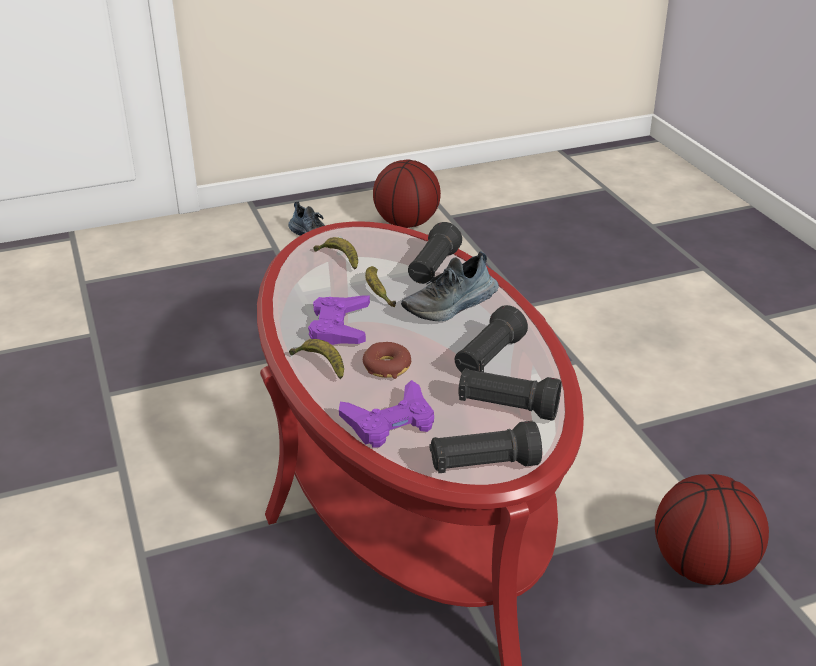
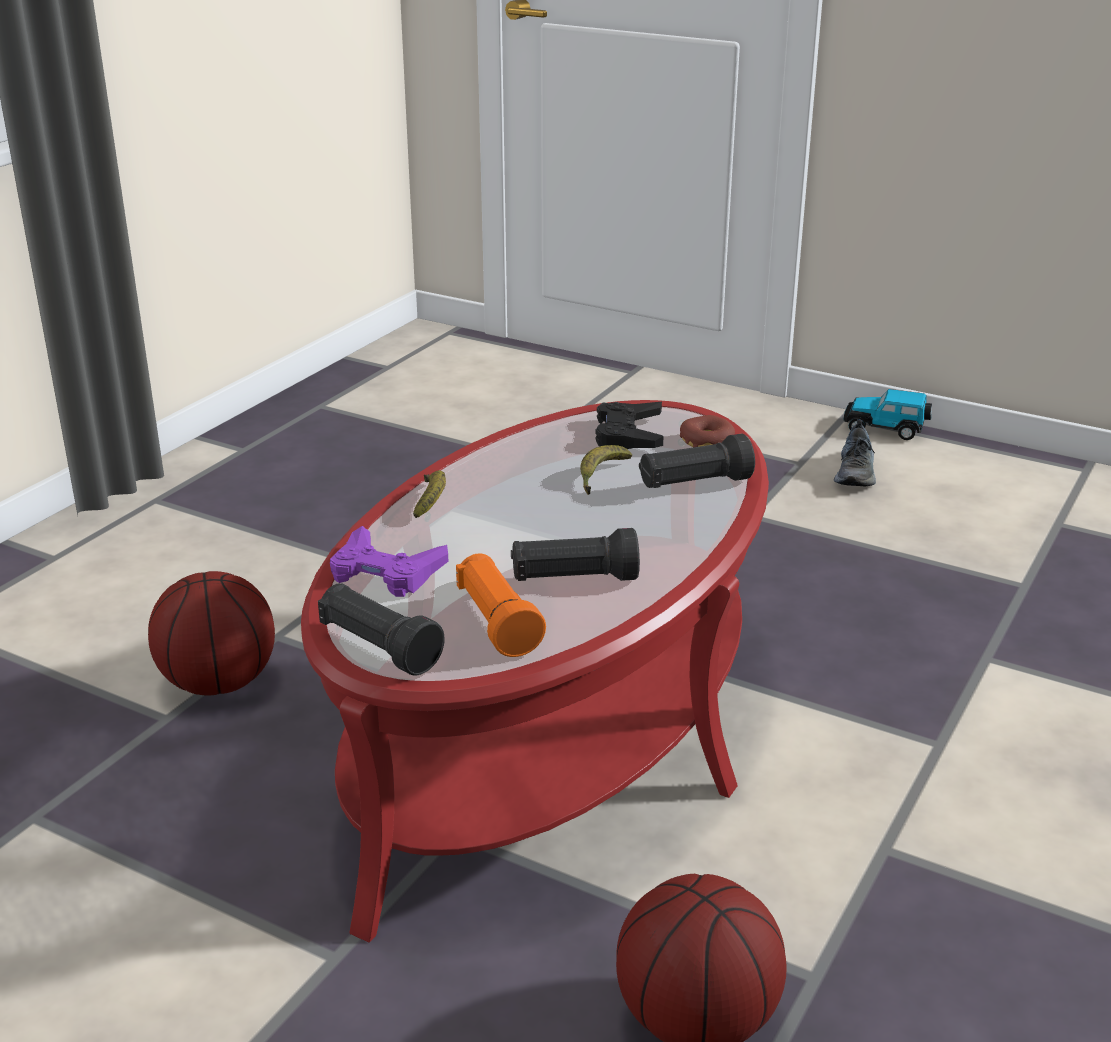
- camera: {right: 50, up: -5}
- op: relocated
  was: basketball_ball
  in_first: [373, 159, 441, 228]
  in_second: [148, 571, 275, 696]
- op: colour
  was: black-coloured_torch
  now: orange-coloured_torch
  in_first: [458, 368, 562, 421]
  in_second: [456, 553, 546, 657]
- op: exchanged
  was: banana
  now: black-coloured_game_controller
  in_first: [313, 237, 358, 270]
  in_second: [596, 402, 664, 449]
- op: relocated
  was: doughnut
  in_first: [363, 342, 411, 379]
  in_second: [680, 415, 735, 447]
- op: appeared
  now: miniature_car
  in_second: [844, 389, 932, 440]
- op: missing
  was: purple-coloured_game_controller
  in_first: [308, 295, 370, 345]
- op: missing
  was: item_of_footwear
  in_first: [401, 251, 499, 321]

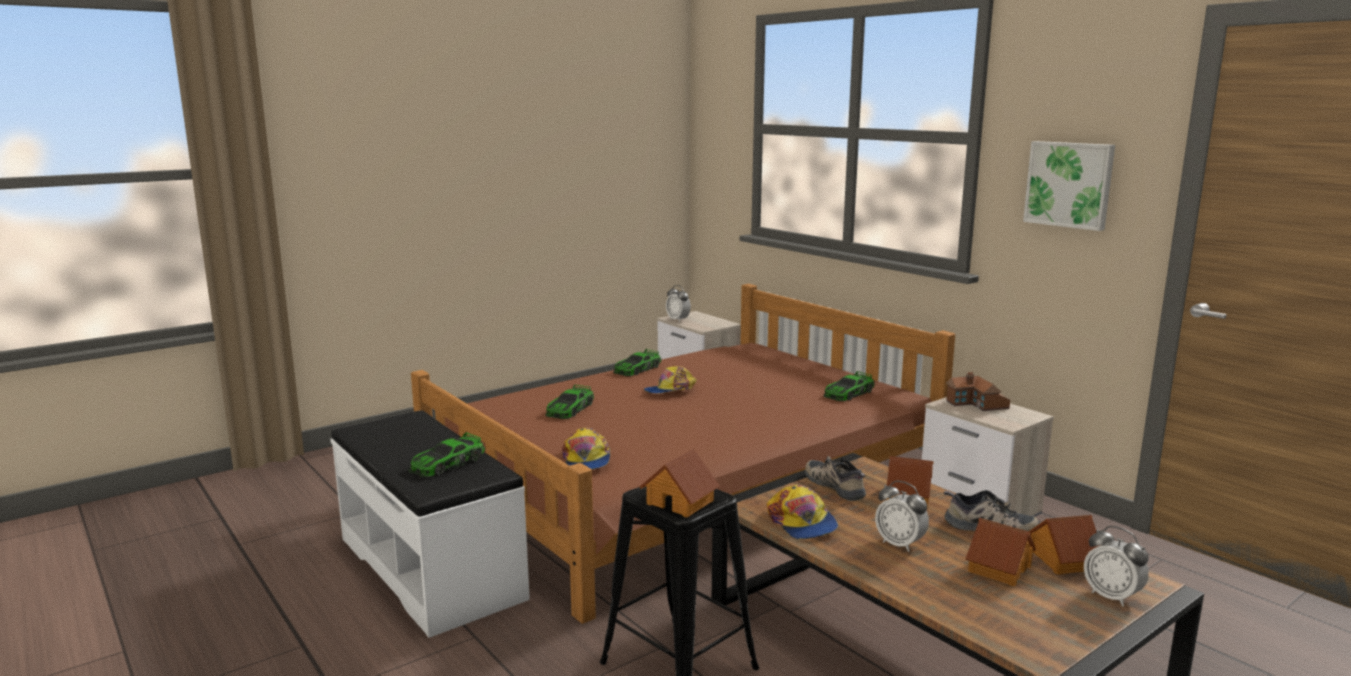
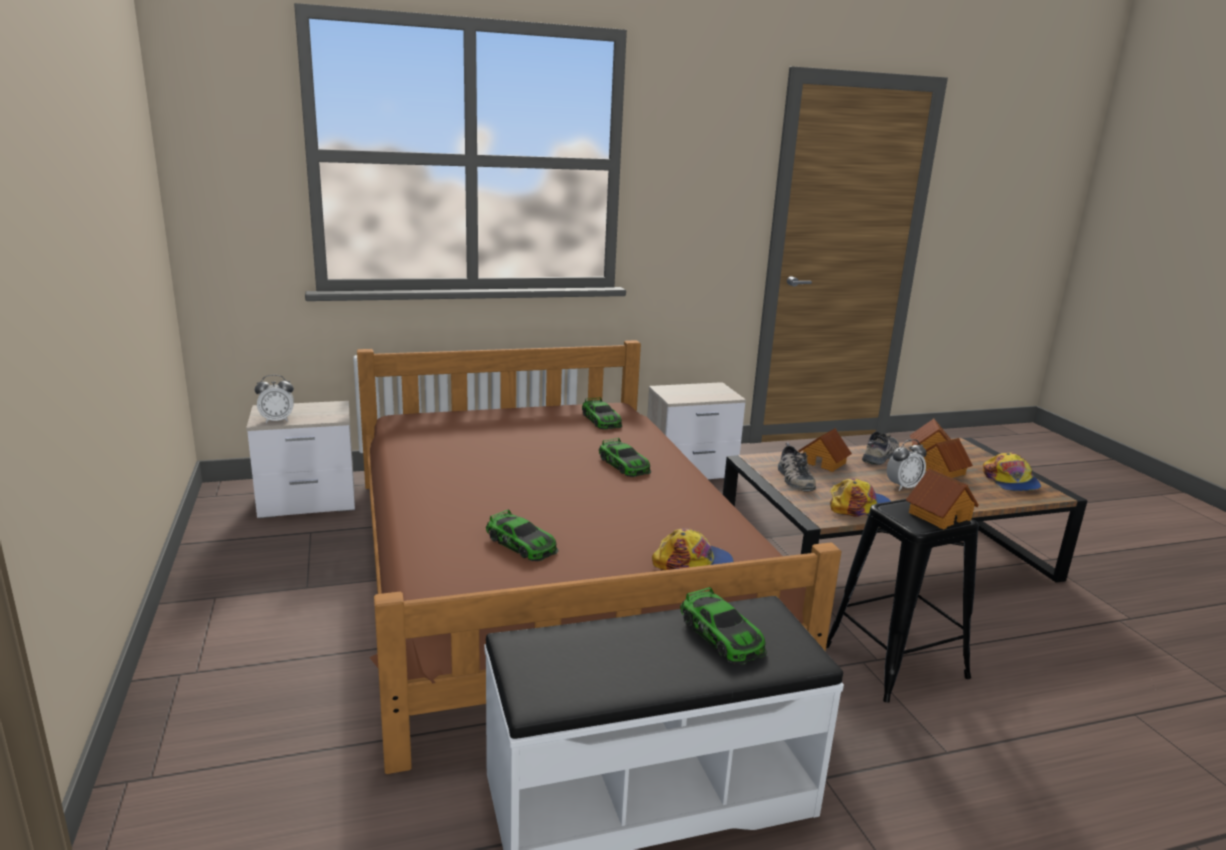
- camera: {right: -70, up: 5}
- op: relocated
  was: miniature_car
  in_first: [613, 349, 661, 376]
  in_second: [599, 438, 651, 477]
- op: spun
  was: item_of_footwear
  in_first: [805, 456, 866, 501]
  in_second: [778, 442, 816, 492]
  clockwise: -90
- op: relocated
  was: cap
  in_first: [644, 366, 697, 393]
  in_second: [983, 453, 1041, 491]
- op: missing
  was: model_house
  in_first: [946, 372, 1010, 411]
- op: missing
  was: picture
  in_first: [1023, 141, 1115, 231]
- op: missing
  was: table_clock
  in_first: [1084, 526, 1149, 607]

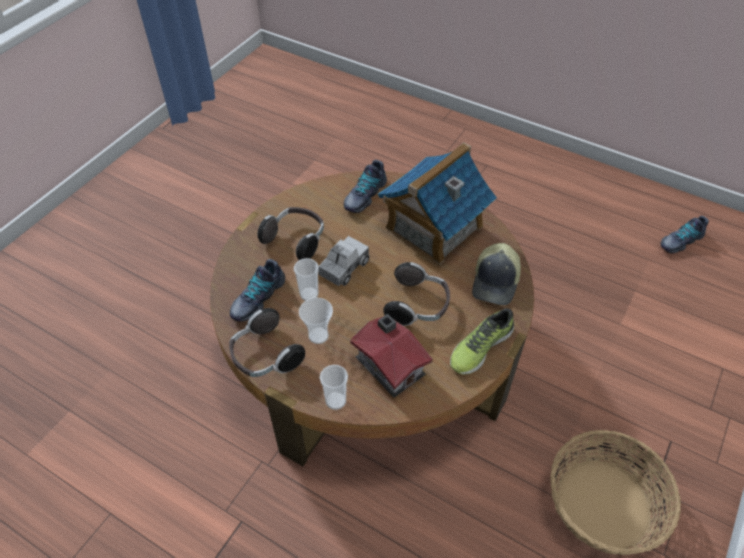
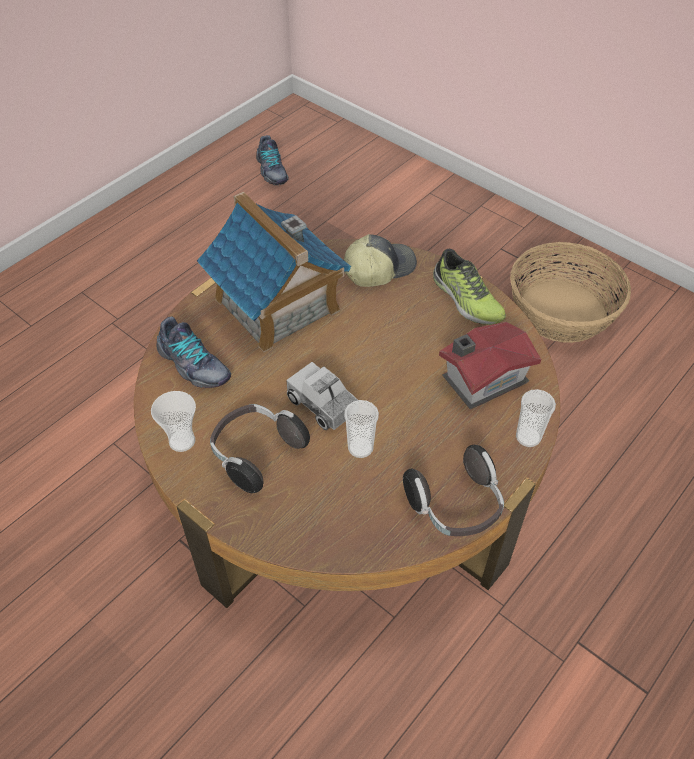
- camera: {right: -80, up: 0}
- op: relocated
  was: small_cup
  in_first: [299, 297, 333, 344]
  in_second: [151, 391, 196, 452]
- op: spun
  was: cap
  in_first: [472, 243, 521, 305]
  in_second: [344, 234, 417, 287]
  clockwise: -60
- op: missing
  was: item_of_footwear
  in_first: [230, 259, 285, 322]
- op: missing
  was: headset
  in_first: [383, 262, 450, 326]

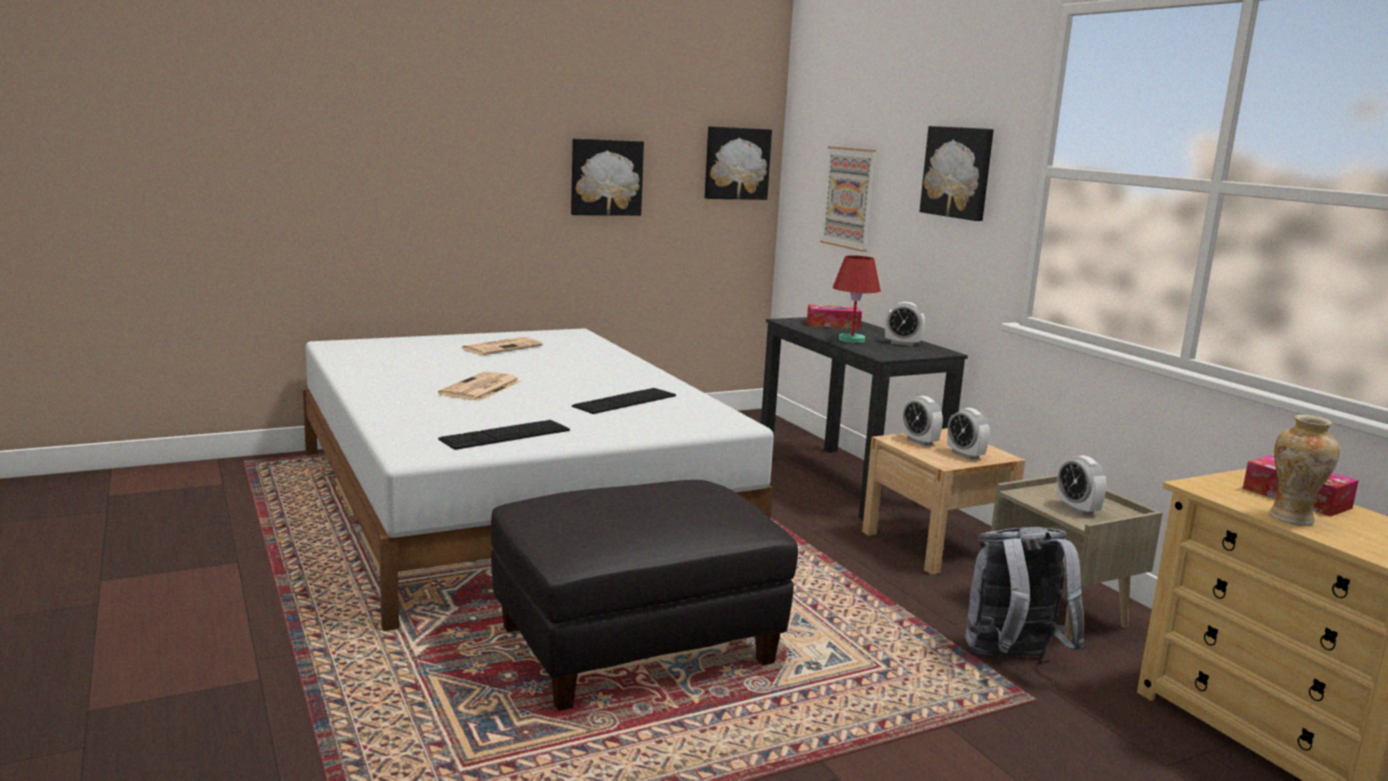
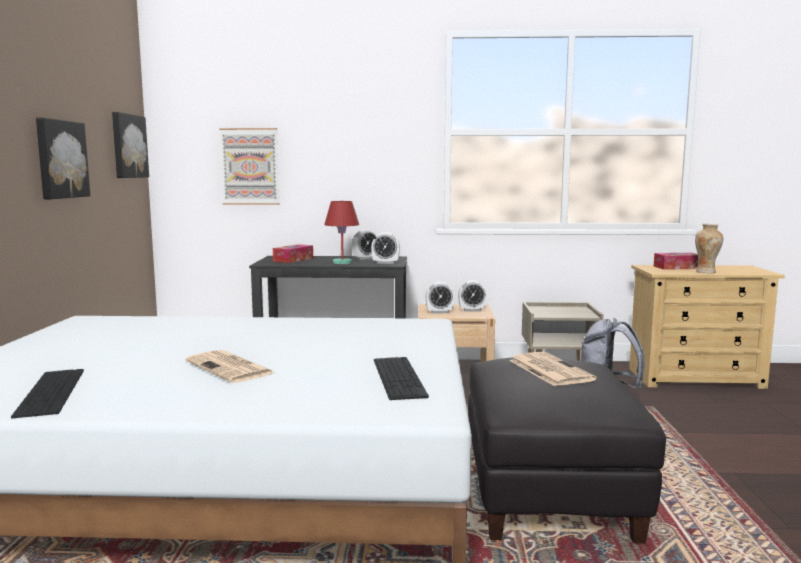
- camera: {right: -60, up: -5}
- op: relocated
  was: PC_keyboard
  in_first: [572, 388, 676, 414]
  in_second: [11, 369, 84, 418]
- op: relocated
  was: table_clock
  in_first: [1057, 455, 1107, 515]
  in_second: [371, 232, 400, 264]
- op: relocated
  was: printed_paper
  in_first: [462, 337, 543, 355]
  in_second: [509, 352, 597, 386]
- op: missing
  was: picture
  in_first: [920, 126, 994, 221]

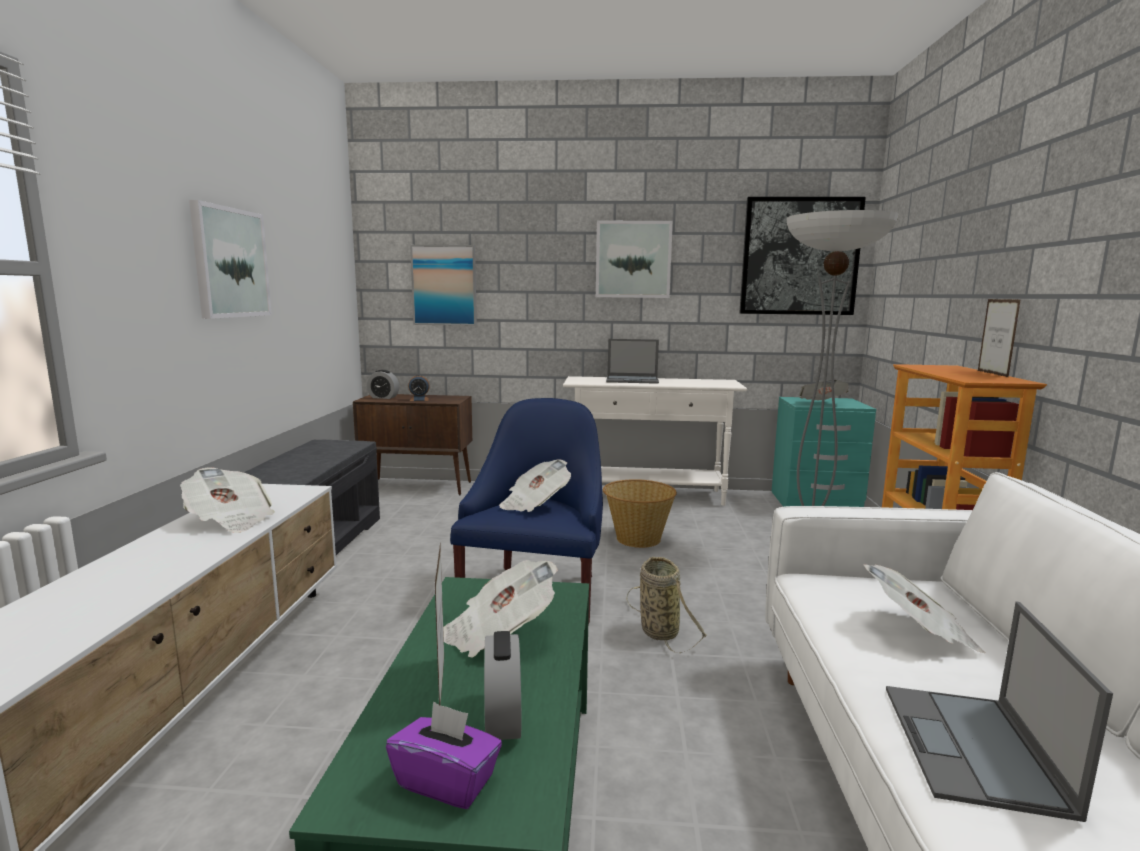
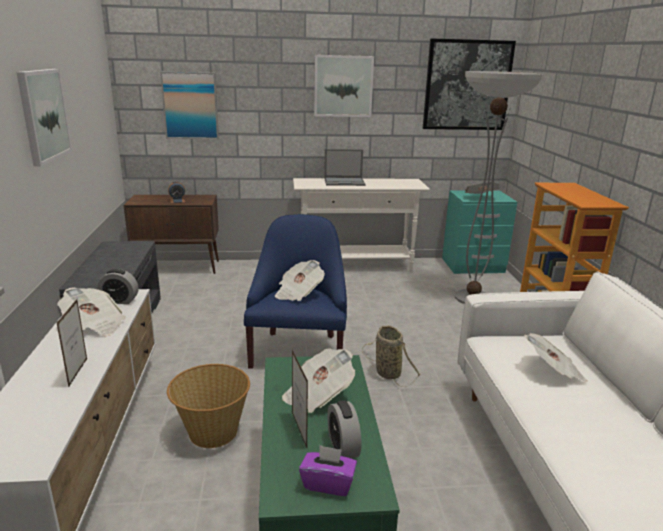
- camera: {right: -10, up: 10}
- op: relocated
  was: picture_frame
  in_first: [977, 299, 1021, 377]
  in_second: [57, 299, 87, 387]
- op: relocated
  was: table_clock
  in_first: [367, 370, 399, 399]
  in_second: [97, 269, 138, 304]
- op: relocated
  was: household_basket
  in_first: [603, 479, 677, 548]
  in_second: [167, 364, 250, 448]
- op: missing
  was: portable_computer
  in_first: [886, 601, 1113, 822]

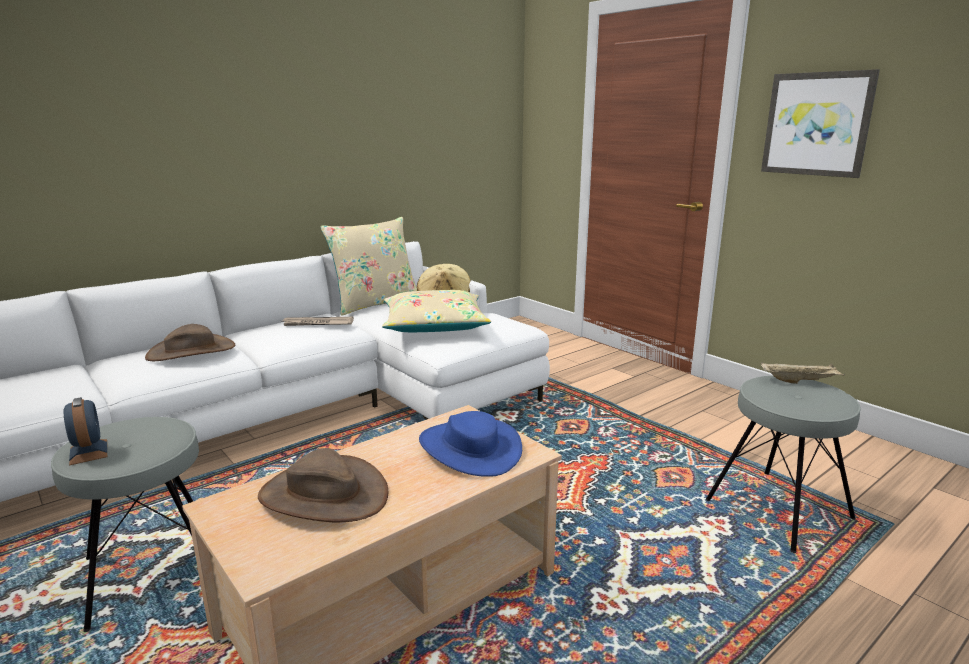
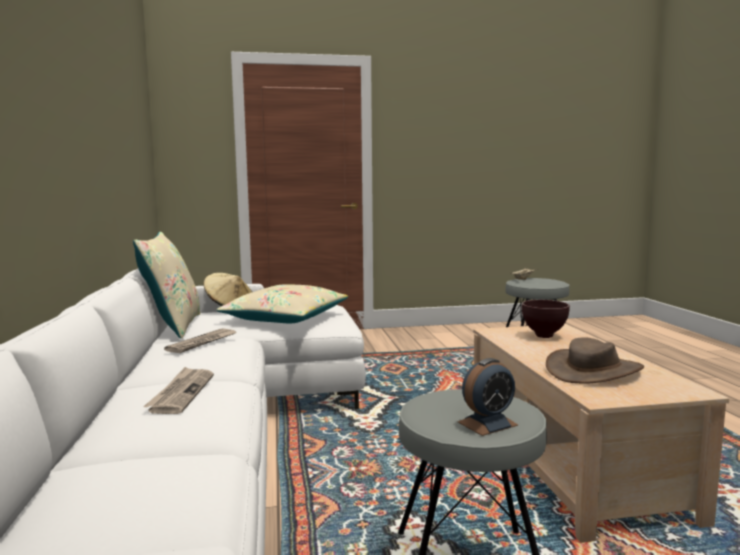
- camera: {right: -60, up: -10}
- op: exchanged
  was: brown_clothing_hat
  now: printed_paper
  in_first: [145, 324, 235, 361]
  in_second: [143, 367, 214, 414]
- op: spun
  was: table_clock
  in_first: [64, 397, 107, 465]
  in_second: [458, 358, 518, 436]
  clockwise: 150
- op: exchanged
  was: blue_clothing_hat
  now: brown_serving_bowl
  in_first: [419, 411, 522, 477]
  in_second: [522, 300, 570, 338]
- op: missing
  was: picture
  in_first: [761, 69, 880, 178]

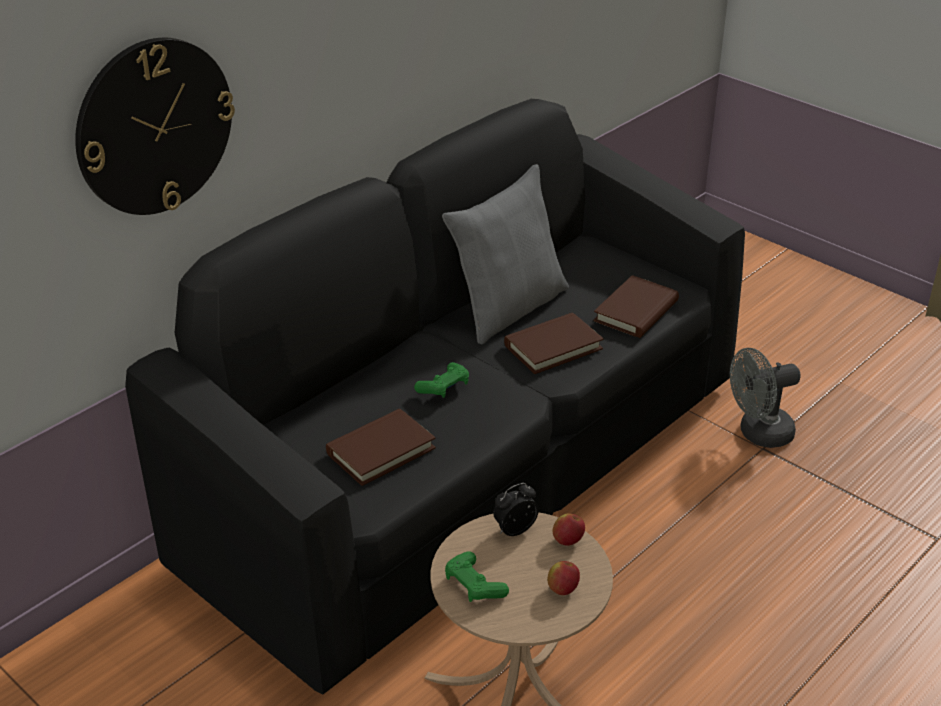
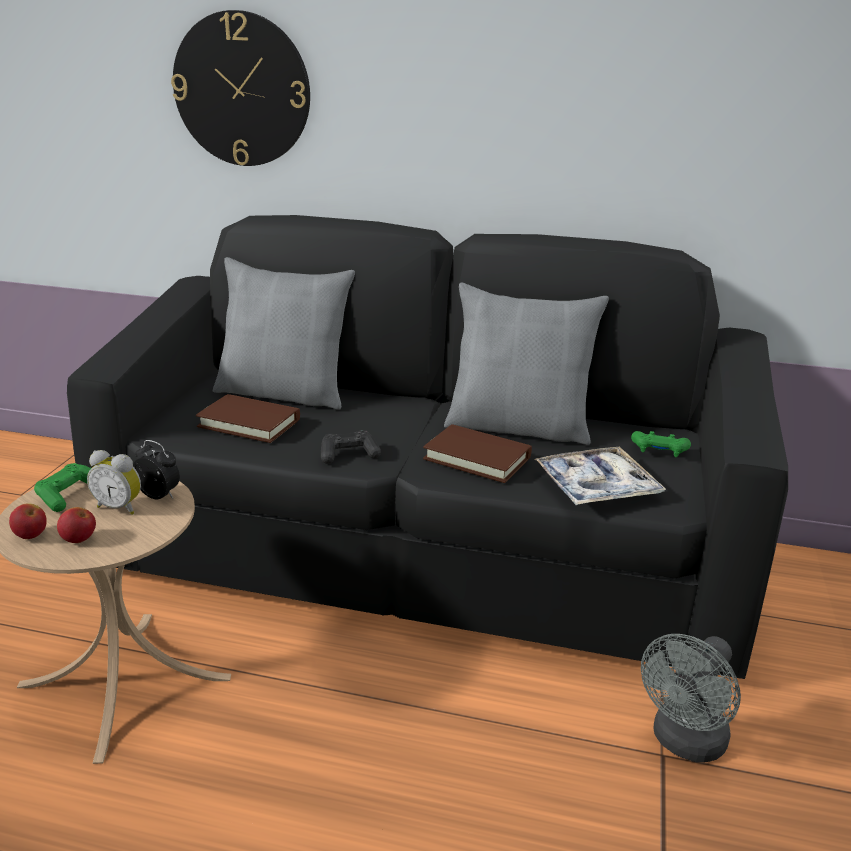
- camera: {right: 60, up: -10}
- op: relocated
  was: apple_fruit
  in_first: [552, 514, 585, 546]
  in_second: [9, 503, 47, 539]
- op: appeared
  now: table_clock
  in_second: [87, 450, 141, 515]
- op: appeared
  now: grey_throw_pillow
  in_second: [213, 257, 355, 410]
- op: appeared
  now: black-coloured_game_controller
  in_second: [321, 430, 381, 464]
- op: exchanged
  was: brown_volume
  now: carrying_tray
  in_first: [593, 275, 679, 338]
  in_second: [534, 447, 666, 505]
- op: relocated
  was: greenish_game_controller
  in_first: [414, 362, 469, 398]
  in_second: [631, 431, 691, 457]
- op: spun
  was: grey_fan
  in_first: [730, 348, 801, 448]
  in_second: [641, 634, 741, 763]
  clockwise: -90

